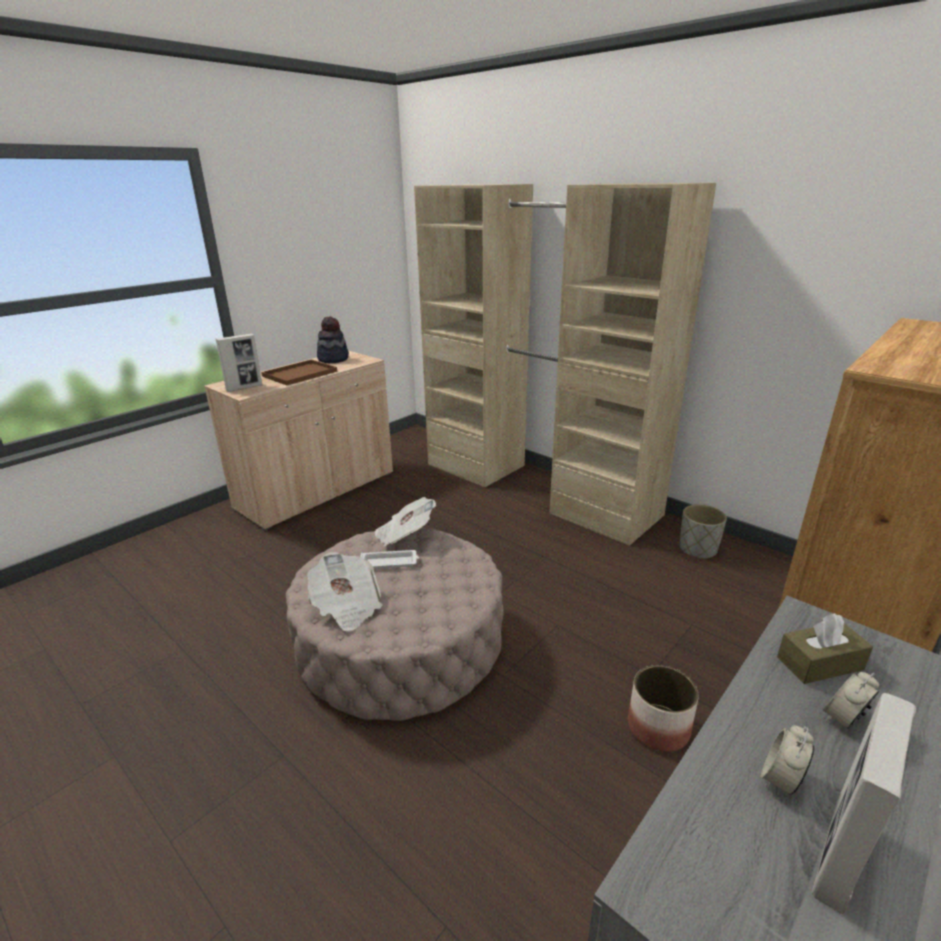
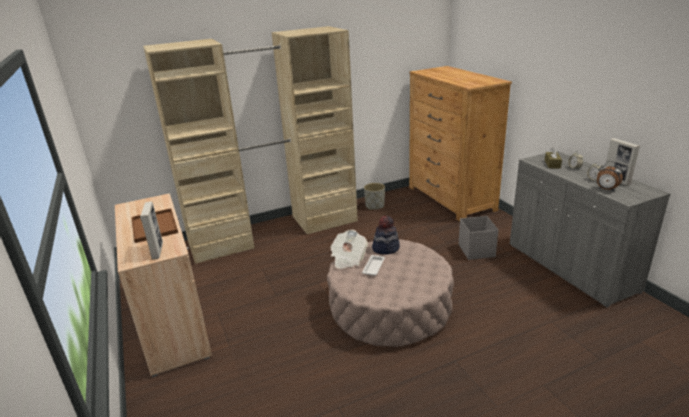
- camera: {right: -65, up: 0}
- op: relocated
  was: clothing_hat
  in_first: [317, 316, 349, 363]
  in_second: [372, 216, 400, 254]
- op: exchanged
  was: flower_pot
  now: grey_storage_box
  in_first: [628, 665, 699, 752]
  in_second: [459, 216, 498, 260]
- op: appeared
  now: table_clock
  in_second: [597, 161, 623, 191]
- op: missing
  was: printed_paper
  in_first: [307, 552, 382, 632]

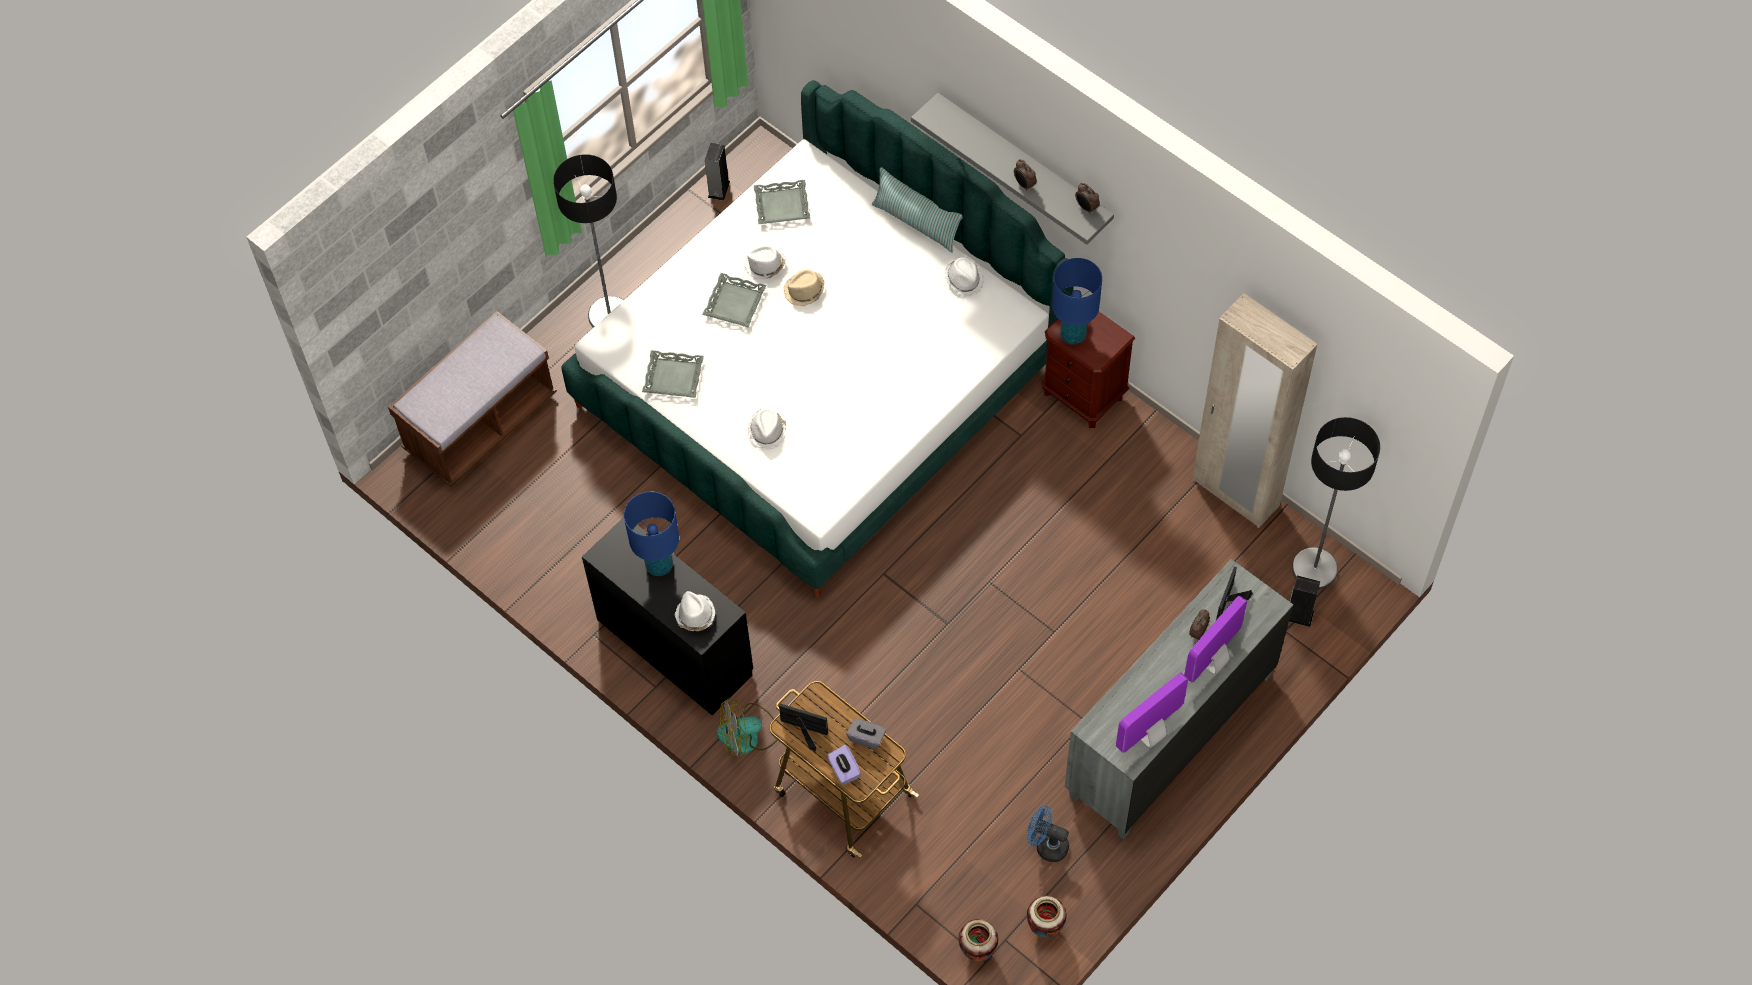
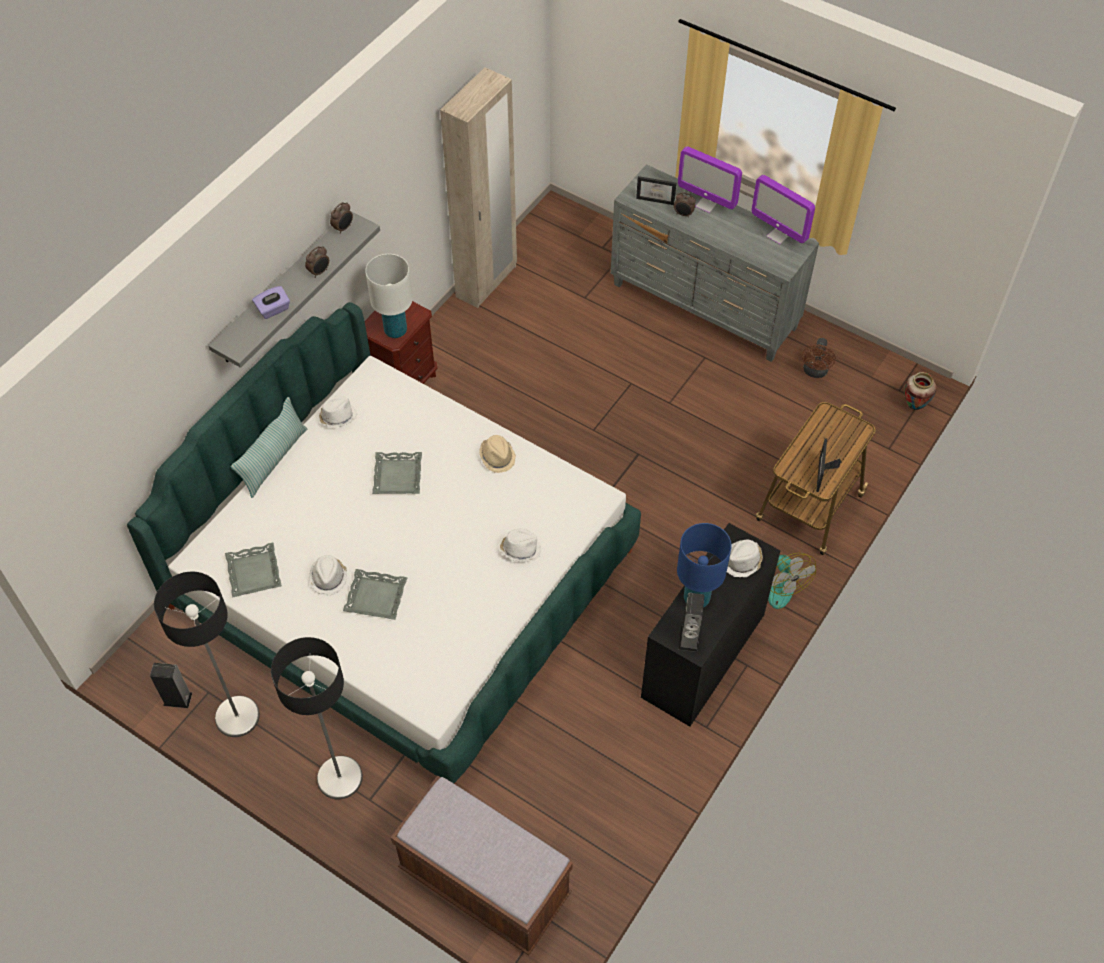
- camera: {right: -100, up: -5}
- op: relocated
  was: standard_lamp
  in_first: [1292, 417, 1380, 589]
  in_second: [154, 571, 260, 737]
- op: relocated
  was: purple-coloured_box_of_tissues
  in_first: [827, 745, 861, 785]
  in_second: [252, 286, 290, 319]
- op: colour
  was: blue_tabletop_lamp
  now: whitish_tabletop_lamp
  in_first: [1052, 258, 1102, 344]
  in_second: [365, 254, 413, 338]
- op: relocated
  was: grey_carrying_tray
  in_first: [642, 350, 704, 398]
  in_second: [372, 452, 422, 494]
- op: relocated
  was: beige_clothing_hat
  in_first: [784, 270, 824, 306]
  in_second: [479, 435, 516, 473]
- op: relocated
  was: loudspeaker
  in_first: [1289, 575, 1320, 627]
  in_second: [679, 593, 705, 652]
- op: colour
  was: blue_fan
  now: brown_fan
  in_first: [1027, 805, 1069, 862]
  in_second: [802, 338, 836, 378]
- op: missing
  was: grey_box_of_tissues
  in_first: [846, 718, 886, 750]
- op: missing
  was: vase
  in_first: [1027, 896, 1067, 938]

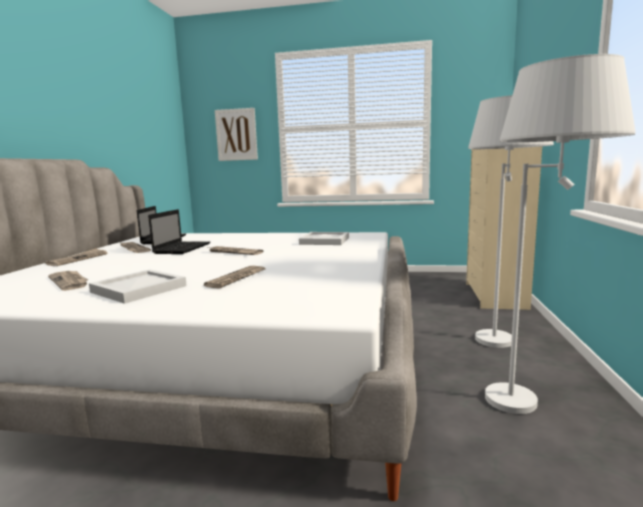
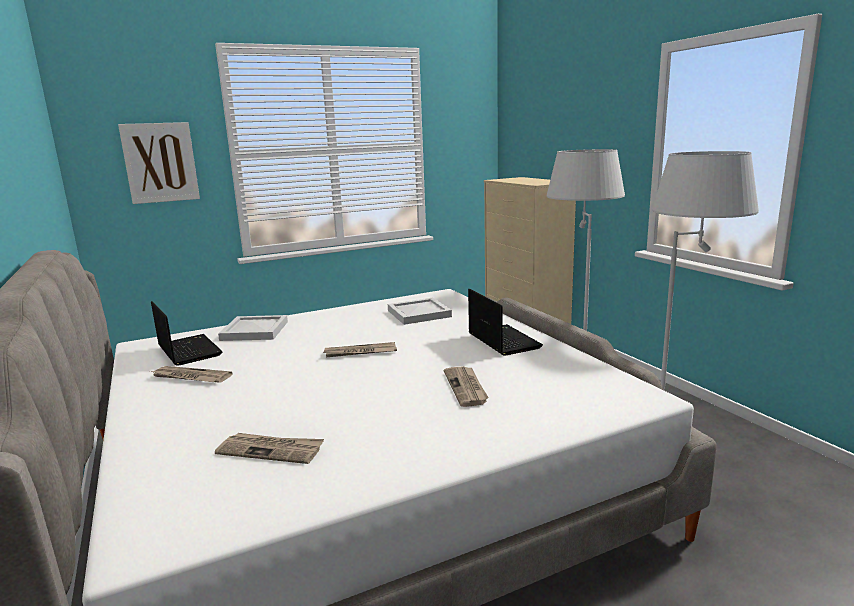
- camera: {right: -35, up: 5}
- op: relocated
  was: whitish_carrying_tray
  in_first: [89, 269, 187, 304]
  in_second: [218, 315, 288, 341]
- op: relocated
  was: portable_computer
  in_first: [148, 209, 210, 254]
  in_second: [468, 289, 543, 356]
- op: missing
  was: printed_paper
  in_first: [46, 248, 107, 266]

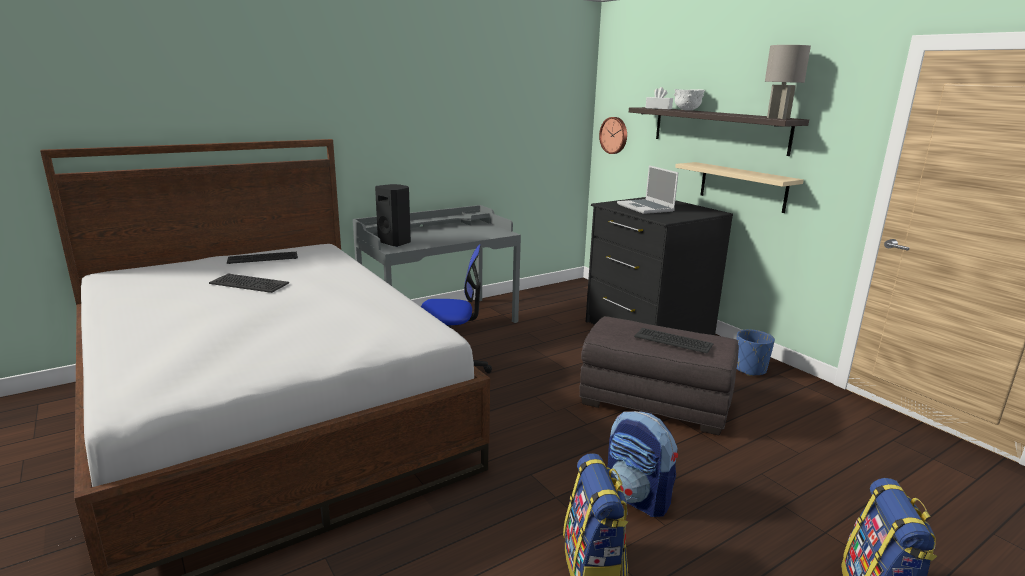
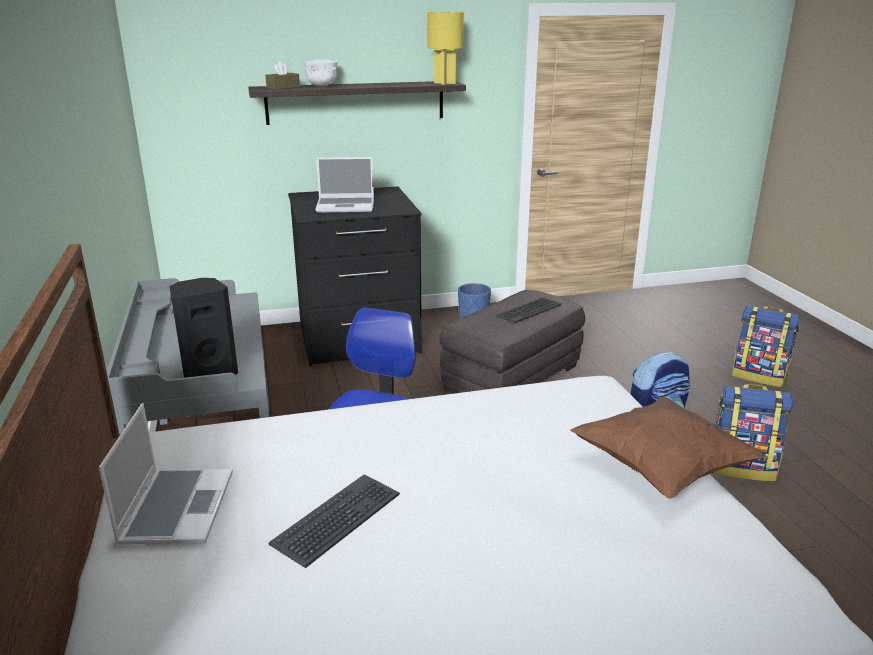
- camera: {right: -70, up: 5}
- op: exchanged
  was: PC_keyboard
  now: portable_computer
  in_first: [227, 252, 298, 264]
  in_second: [99, 403, 233, 545]
- op: colour
  was: whitish_box_of_tissues
  now: brown_box_of_tissues
  in_first: [645, 87, 673, 109]
  in_second: [265, 61, 300, 90]
- op: colour
  was: grey_tabletop_lamp
  now: yellow-coloured_tabletop_lamp
  in_first: [765, 45, 811, 119]
  in_second: [427, 12, 464, 85]
- op: appeared
  now: brown_throw_pillow
  in_second: [570, 396, 766, 499]
- op: missing
  was: hanging_clock
  in_first: [599, 117, 627, 154]
- op: missing
  was: beige_shelf
  in_first: [675, 162, 804, 213]

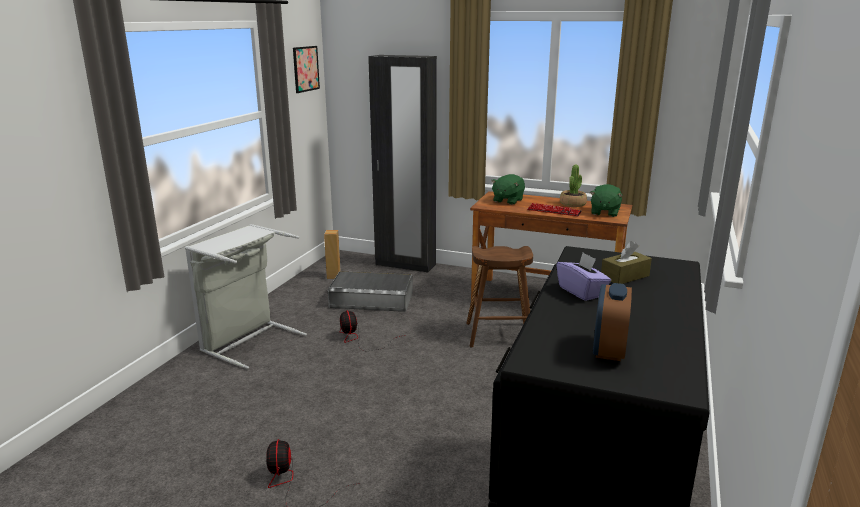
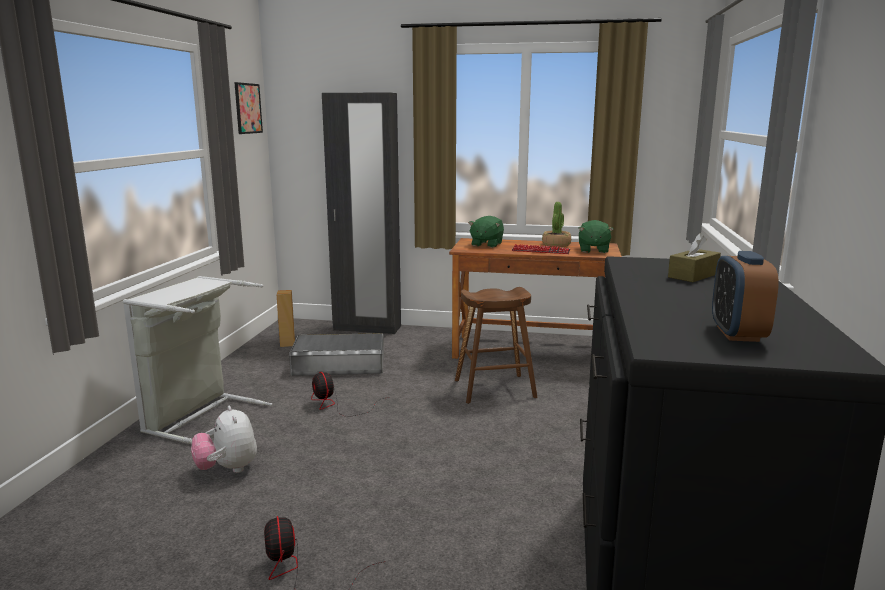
- camera: {right: -10, up: -5}
- op: appeared
  now: cuddly_toy
  in_second: [191, 405, 257, 473]
- op: missing
  was: purple-coloured_box_of_tissues
  in_first: [556, 252, 611, 301]

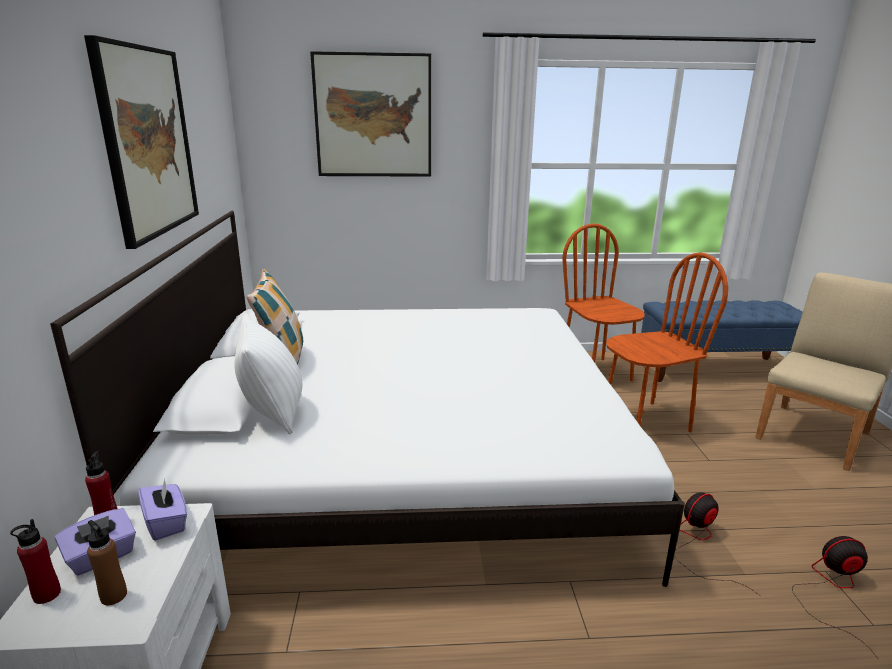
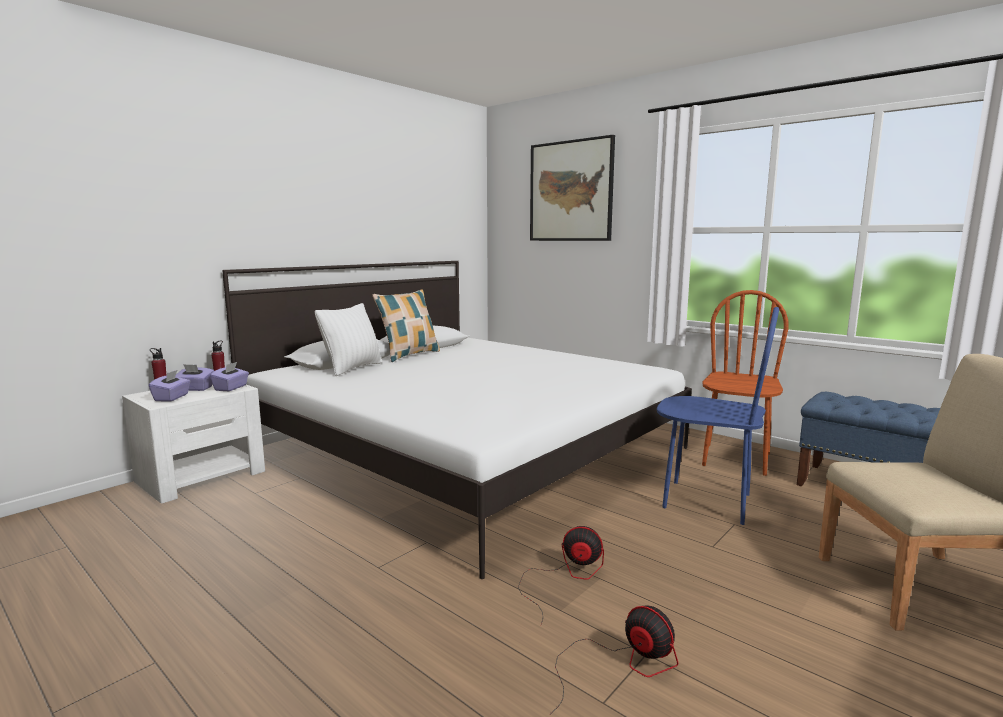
- camera: {right: 45, up: -10}
- op: exchanged
  was: brown_beverage_bottle
  now: purple-coloured_box_of_tissues
  in_first: [87, 520, 127, 605]
  in_second: [149, 370, 191, 401]
- op: colour
  was: brown_plain_chair
  now: blue_plain_chair
  in_first: [606, 252, 728, 432]
  in_second: [657, 307, 779, 525]
- op: missing
  was: picture
  in_first: [84, 35, 199, 249]

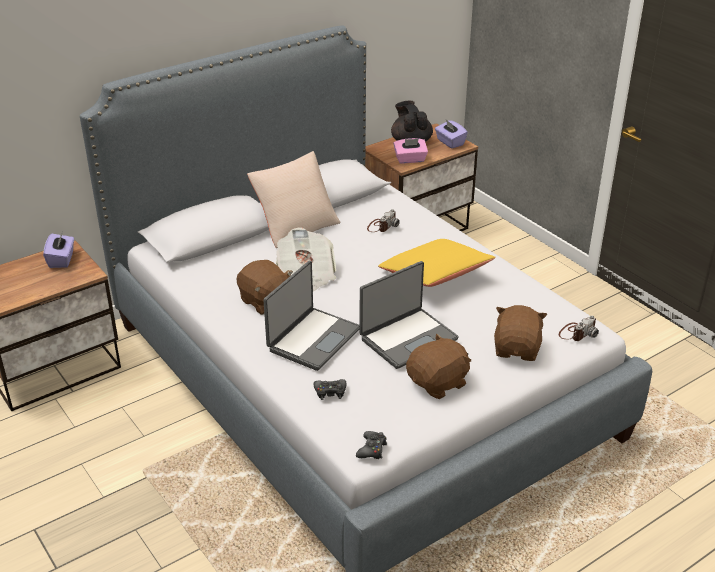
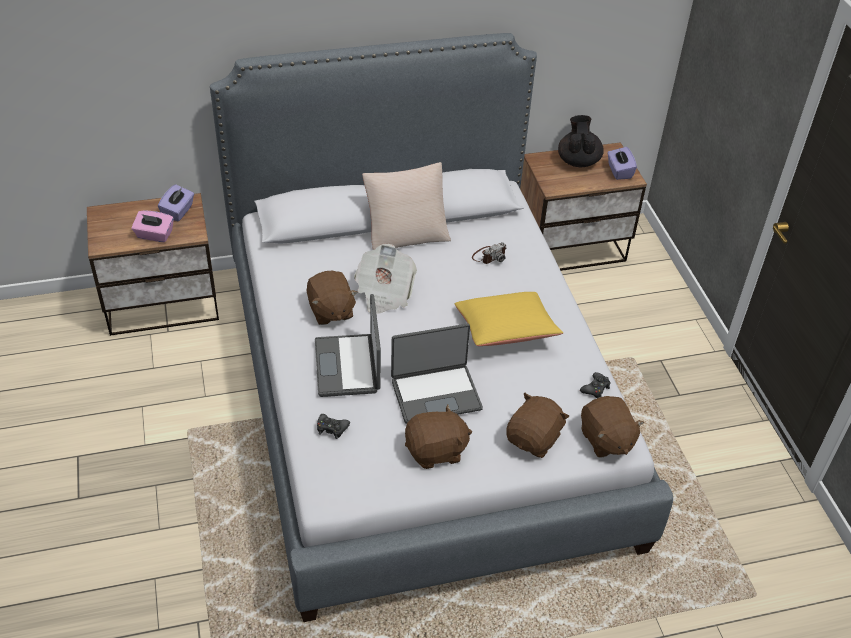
- camera: {right: 20, up: 10}
- op: relocated
  was: pinkish_box_of_tissues
  in_first: [393, 138, 428, 164]
  in_second: [131, 210, 174, 242]
- op: spun
  was: portable_computer
  in_first: [264, 261, 360, 371]
  in_second: [315, 294, 381, 397]
  clockwise: 120
- op: relocated
  was: black-coloured_game_controller
  in_first: [356, 431, 387, 459]
  in_second: [580, 372, 611, 398]
- op: exchanged
  was: photo_camera
  now: brown_cuddly_toy
  in_first: [559, 316, 599, 341]
  in_second: [581, 396, 644, 458]

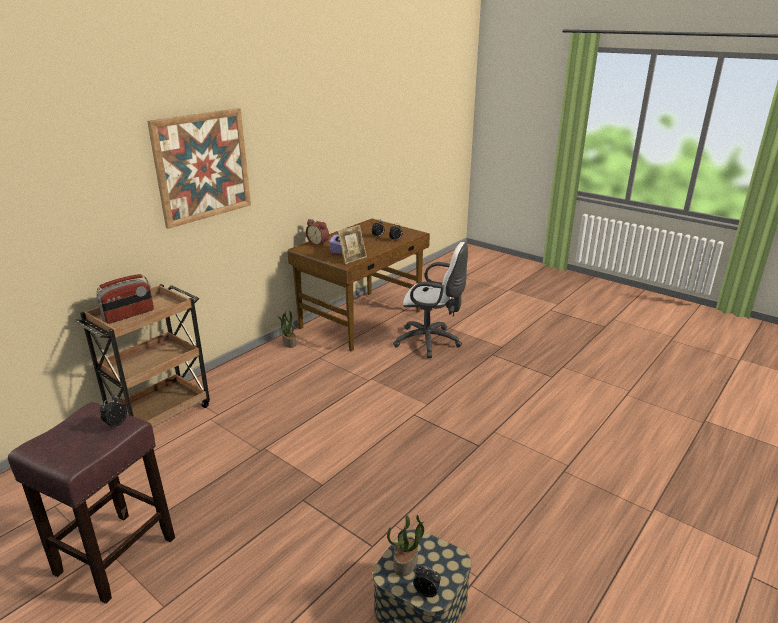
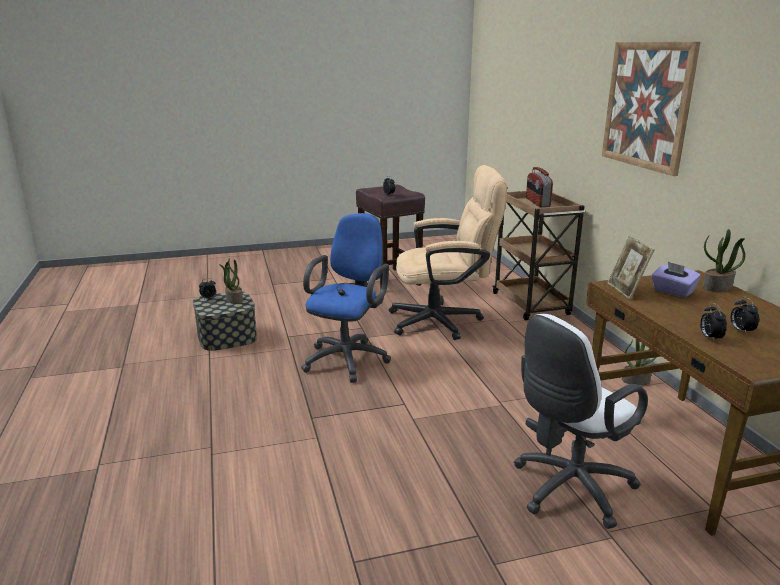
- camera: {right: 125, up: -5}
- op: appeared
  now: blue_computer_chair
  in_second: [301, 213, 391, 383]
- op: appeared
  now: beige_computer_chair
  in_second: [389, 165, 507, 340]
- op: exchanged
  was: table_clock
  now: houseplant
  in_first: [306, 219, 329, 246]
  in_second: [702, 229, 745, 292]

